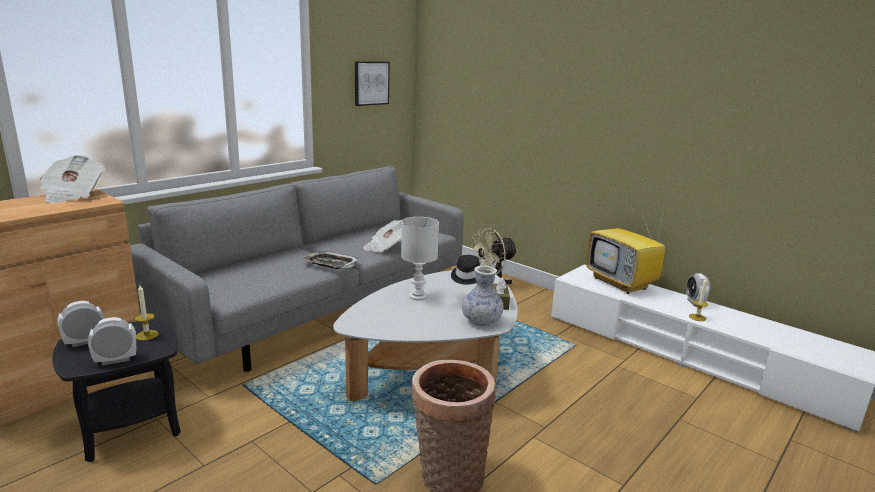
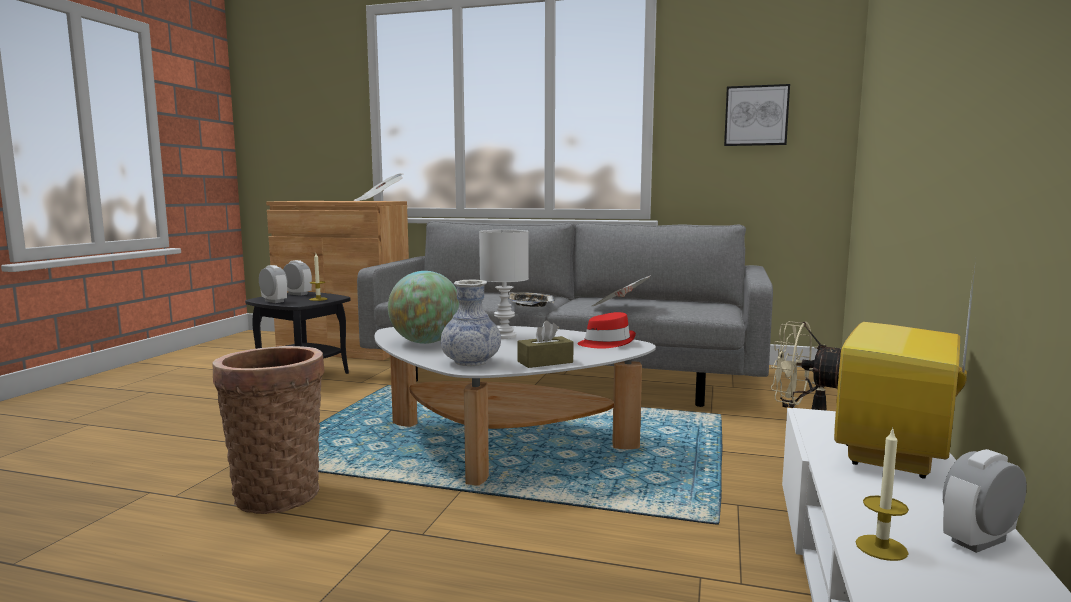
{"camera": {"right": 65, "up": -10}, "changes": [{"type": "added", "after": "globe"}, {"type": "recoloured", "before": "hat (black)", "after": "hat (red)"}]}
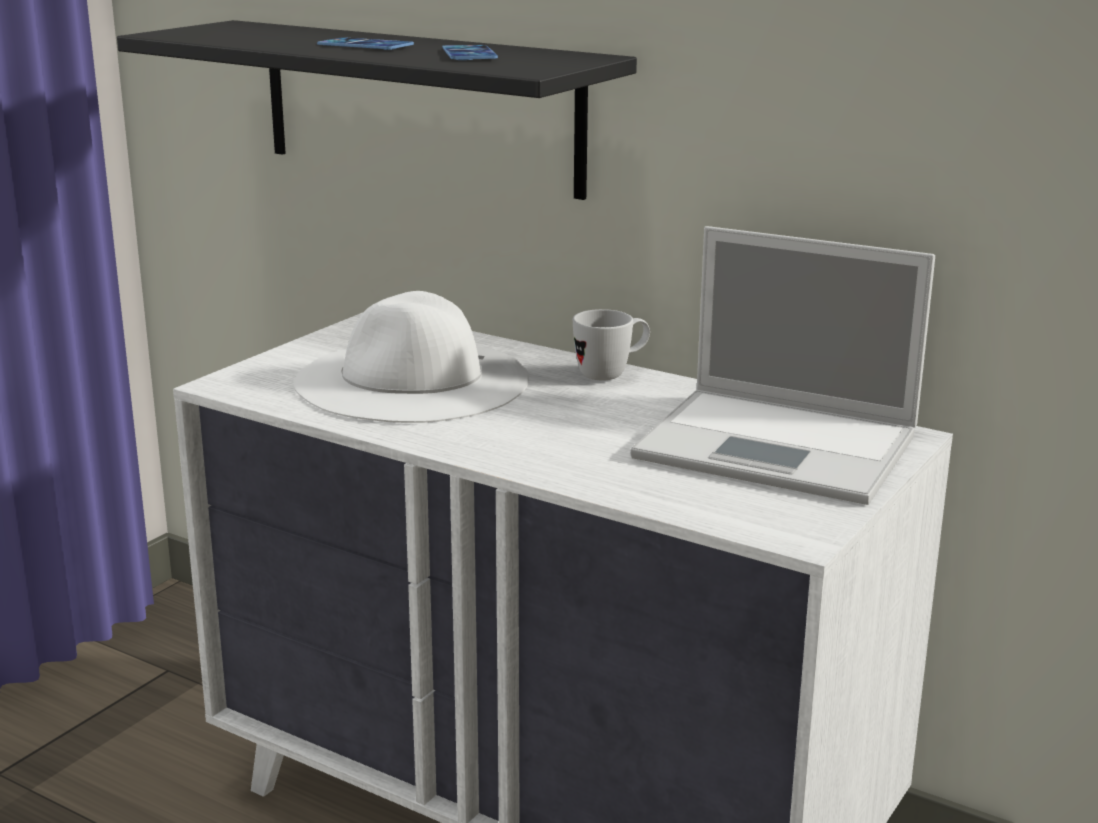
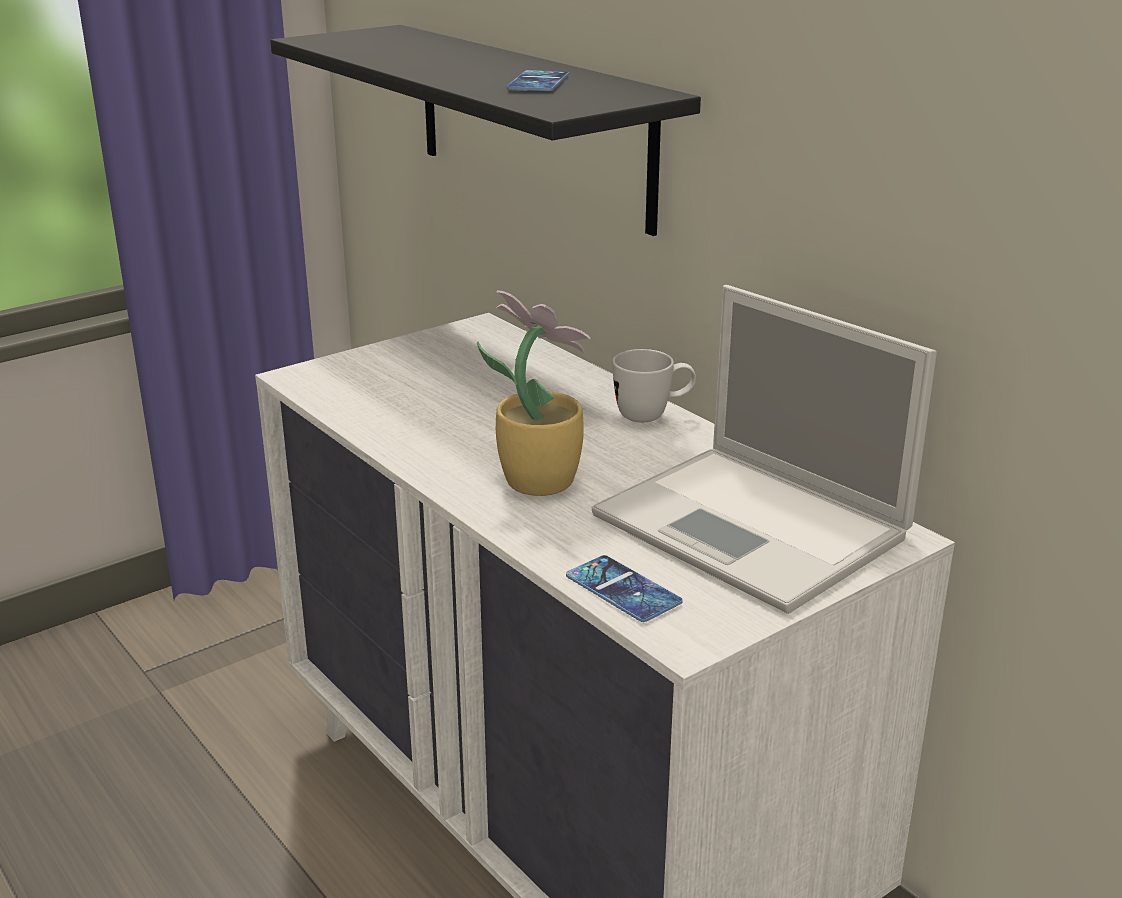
{"camera": {"right": 20, "up": 5}, "changes": [{"type": "removed", "before": "hat (white)"}, {"type": "added", "after": "potted plant"}, {"type": "moved", "before": "phone (1st from left in the first image)", "after": "phone (2nd from left)"}]}
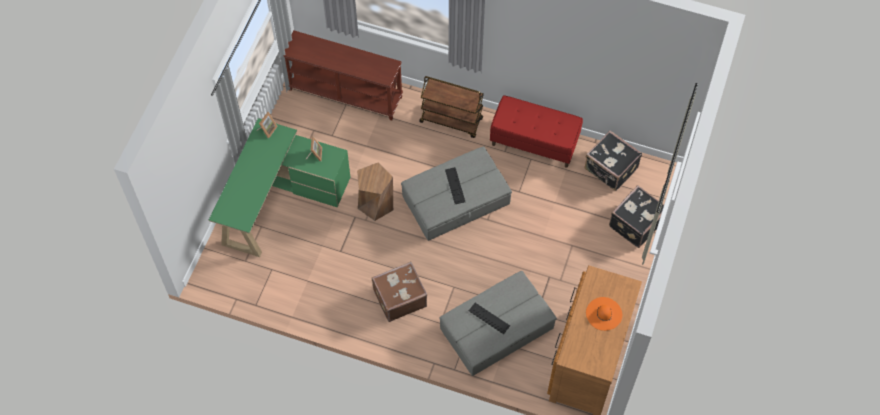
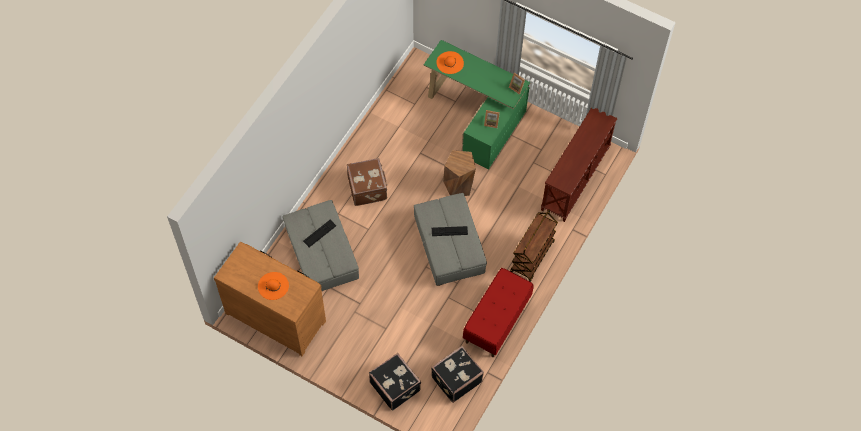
{"camera": {"right": 100, "up": 0}, "changes": [{"type": "added", "after": "hat (orange) (2nd from left)"}]}
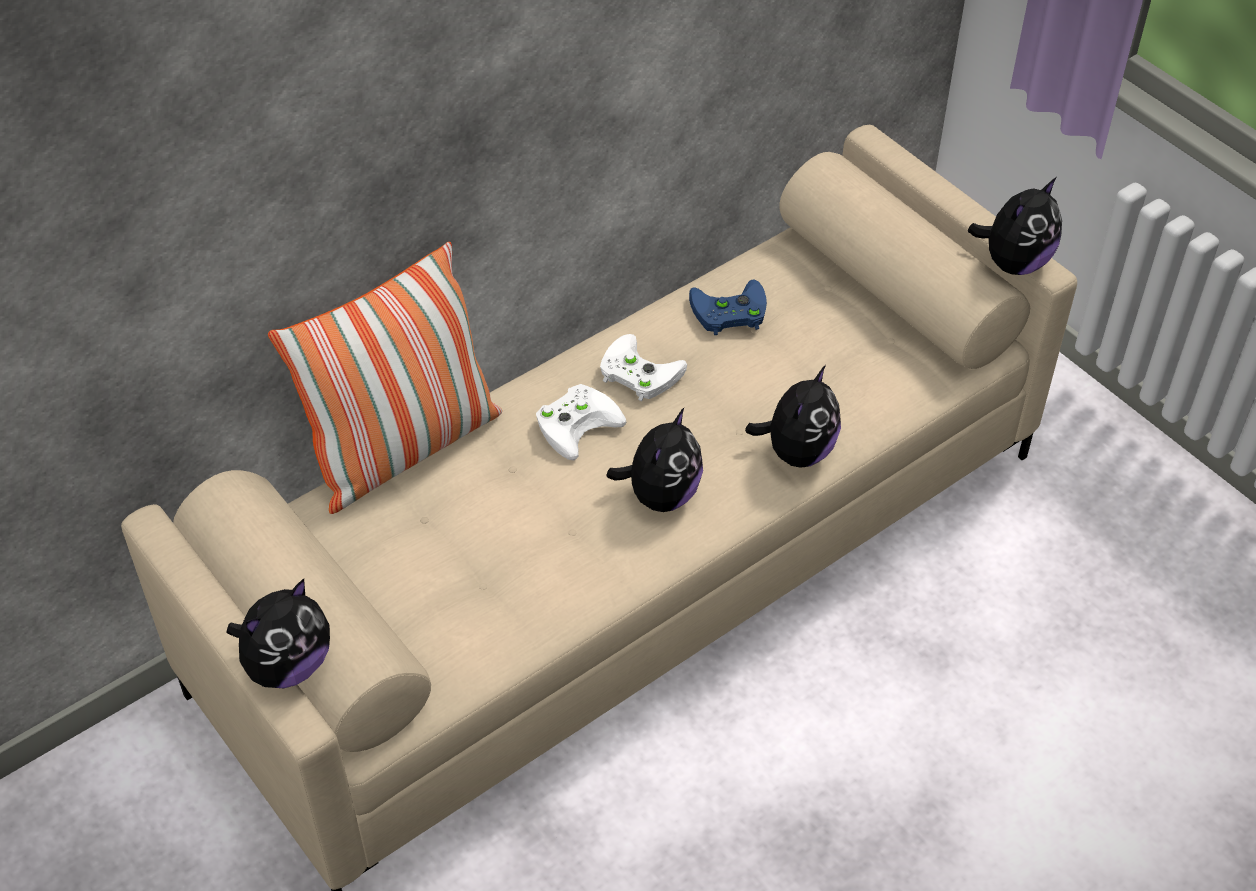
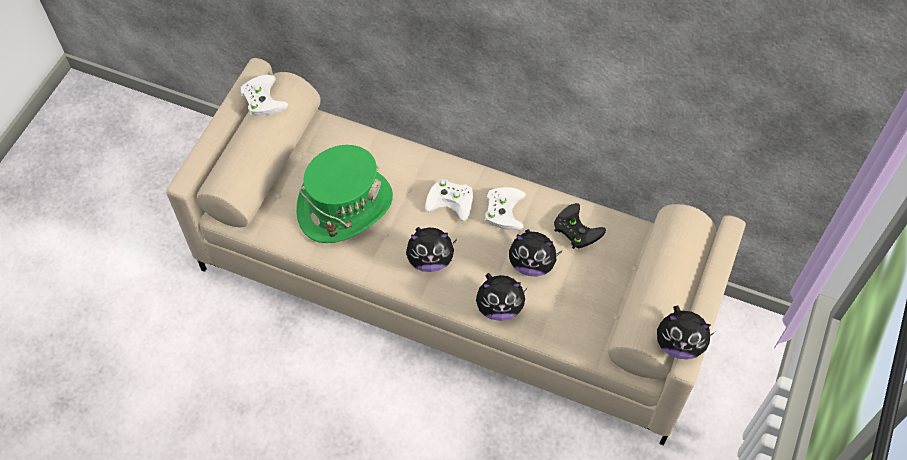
{"camera": {"right": 60, "up": 10}, "changes": [{"type": "removed", "before": "pillow"}, {"type": "added", "after": "game controller (white) (1st from left)"}, {"type": "added", "after": "hat (green)"}, {"type": "moved", "before": "plush toy (1st from left in the first image)", "after": "plush toy (3rd from left)"}, {"type": "recoloured", "before": "game controller (blue)", "after": "game controller (black)"}]}
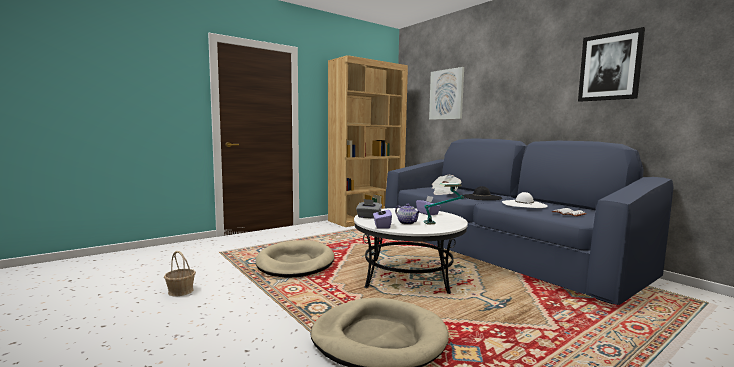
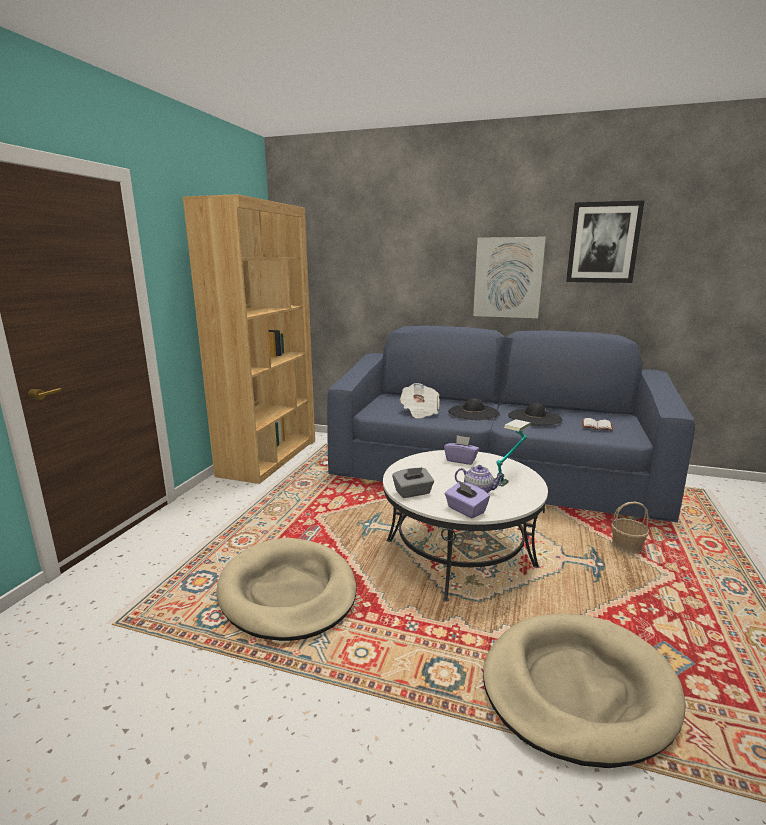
{"camera": {"right": -35, "up": 10}, "changes": [{"type": "moved", "before": "basket"}, {"type": "moved", "before": "picture (1st from left)"}, {"type": "recoloured", "before": "hat (white)", "after": "hat (black) (2nd from left)"}]}
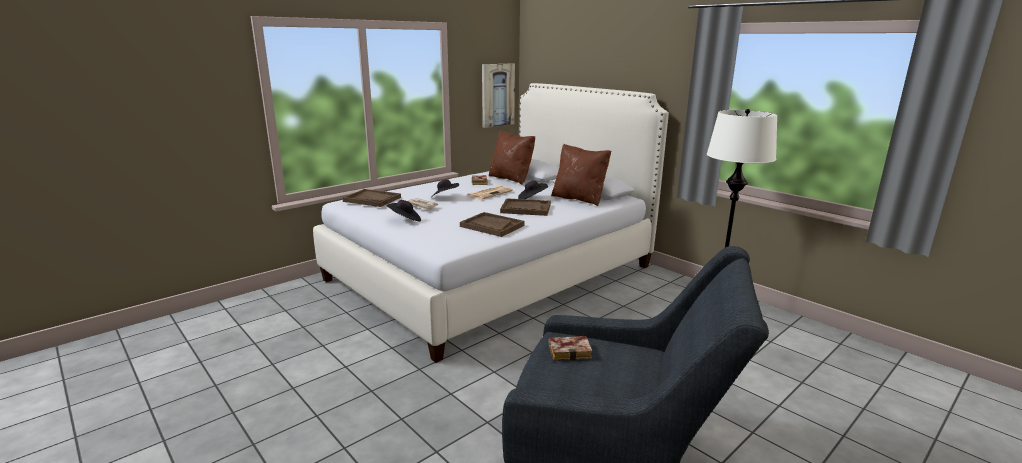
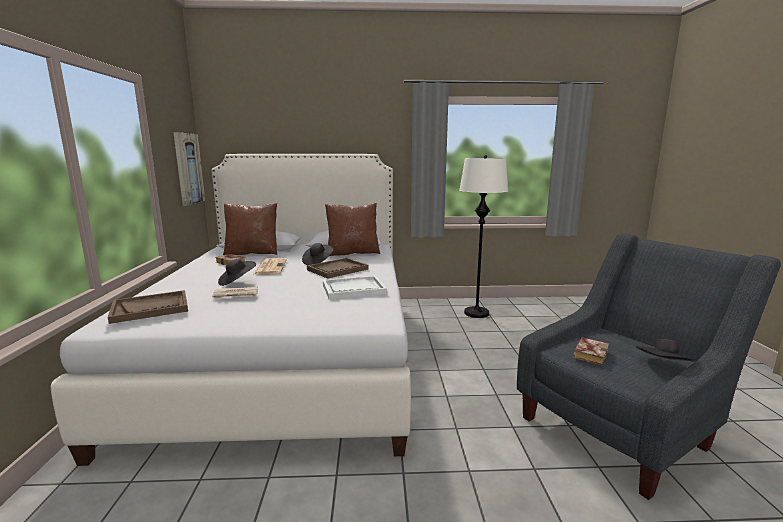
{"camera": {"right": -50, "up": -5}, "changes": [{"type": "moved", "before": "hat (black) (1st from left in the first image)", "after": "hat (black) (3rd from left)"}, {"type": "recoloured", "before": "tray (brown) (2nd from left)", "after": "tray (white)"}]}
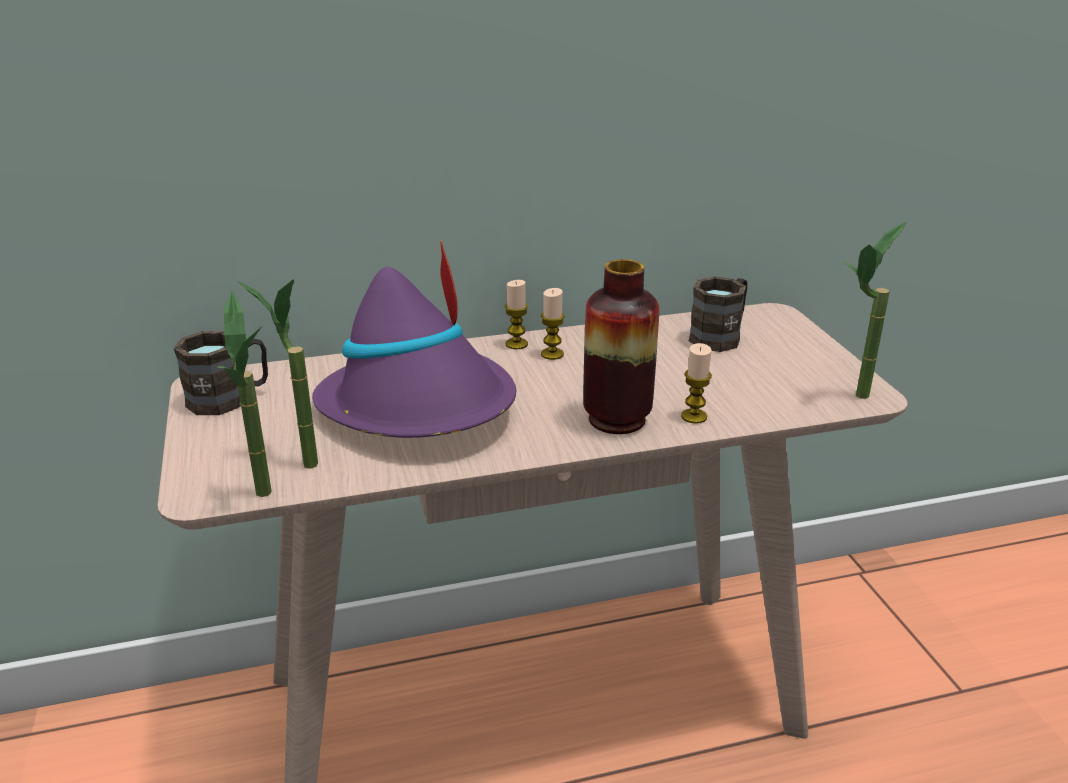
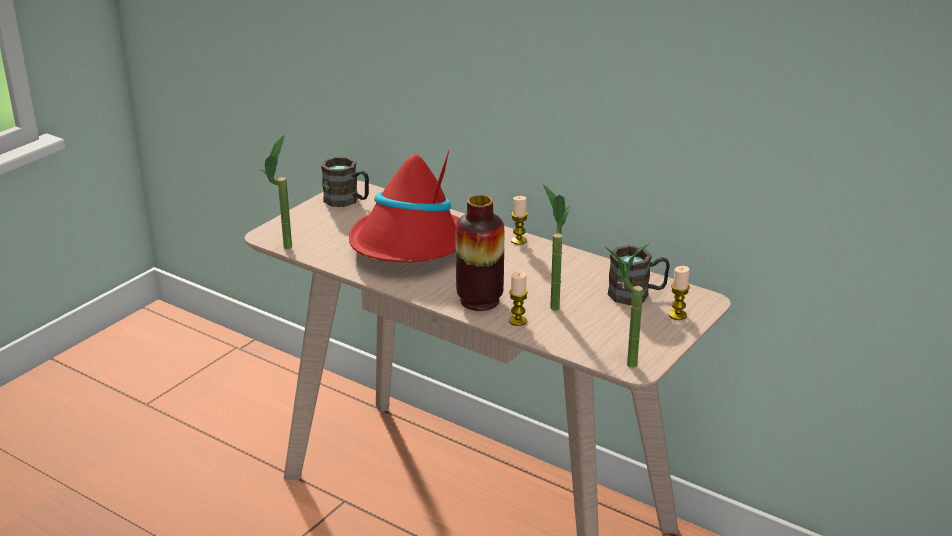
{"camera": {"right": 50, "up": 0}, "changes": [{"type": "moved", "before": "potted plant (2nd from left)"}, {"type": "moved", "before": "candle (2nd from left in the first image)", "after": "candle (3rd from left)"}, {"type": "recoloured", "before": "hat (purple)", "after": "hat (red)"}]}
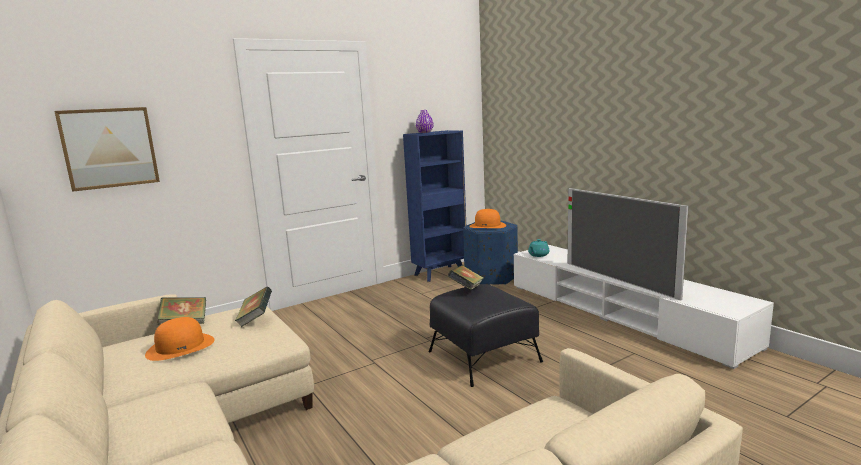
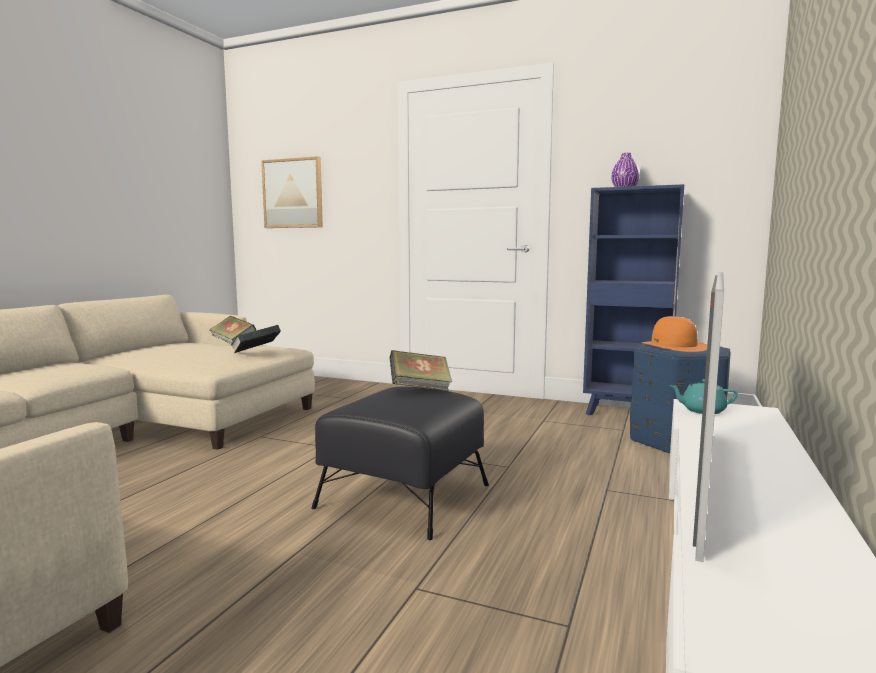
{"camera": {"right": 55, "up": -5}, "changes": [{"type": "removed", "before": "hat (orange) (1st from left)"}]}
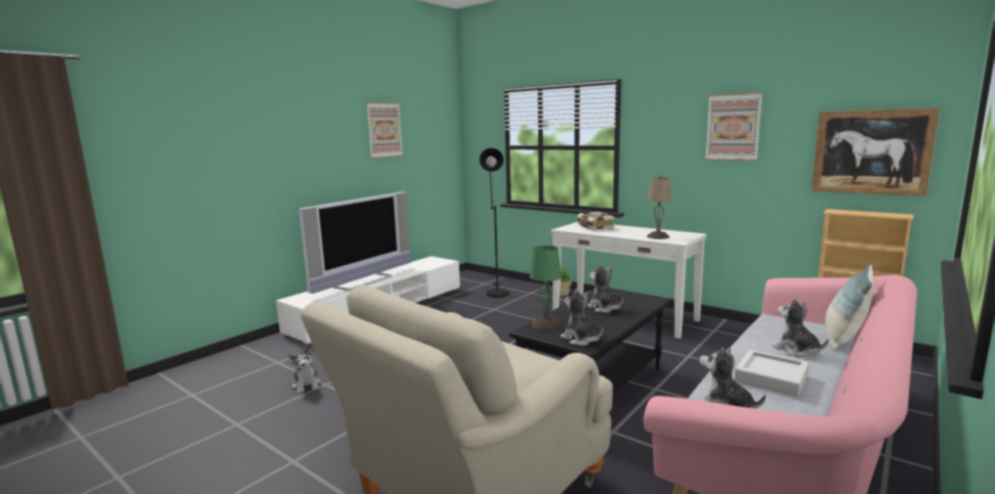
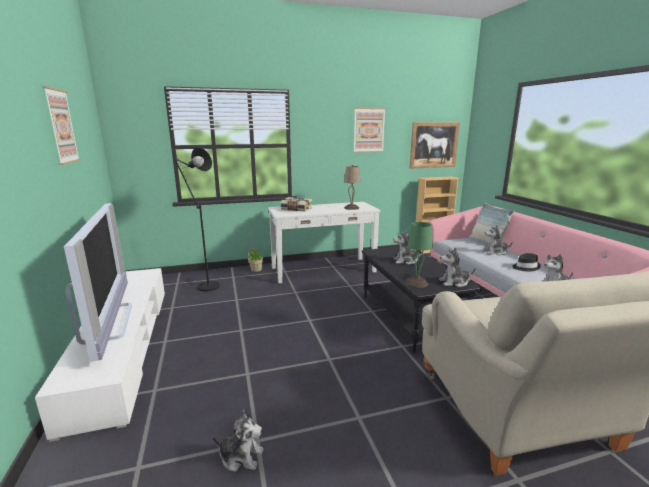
{"camera": {"right": -55, "up": 5}, "changes": [{"type": "replaced", "before": "tray (grey)", "after": "hat (black)"}]}
